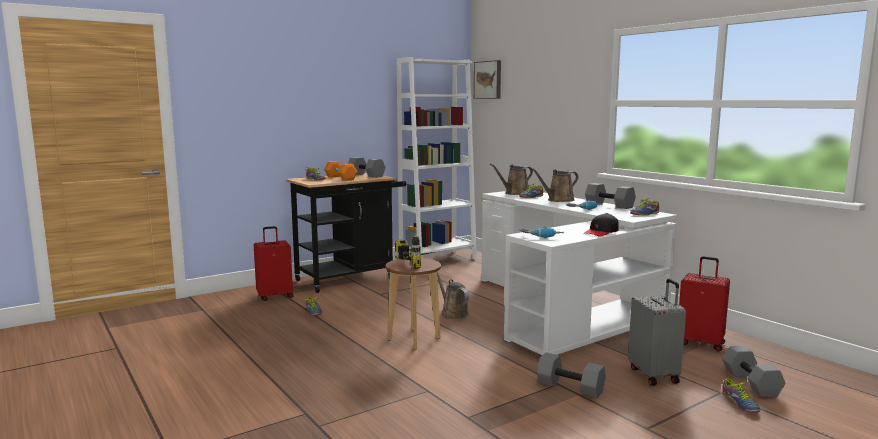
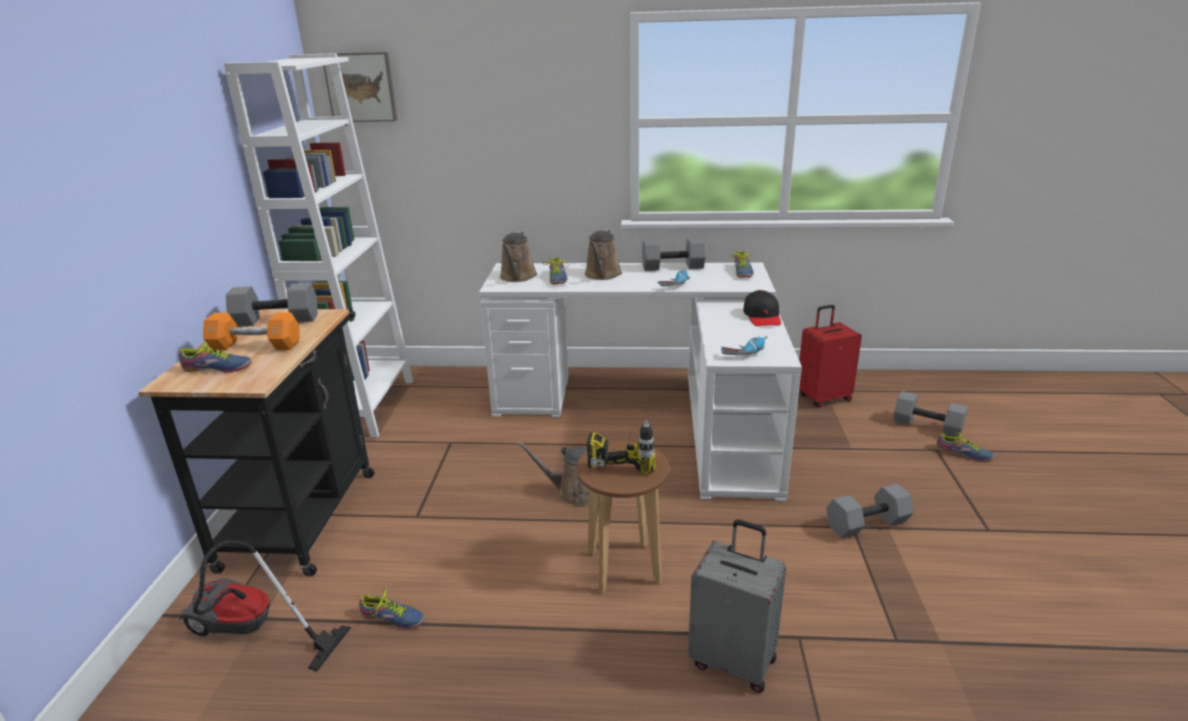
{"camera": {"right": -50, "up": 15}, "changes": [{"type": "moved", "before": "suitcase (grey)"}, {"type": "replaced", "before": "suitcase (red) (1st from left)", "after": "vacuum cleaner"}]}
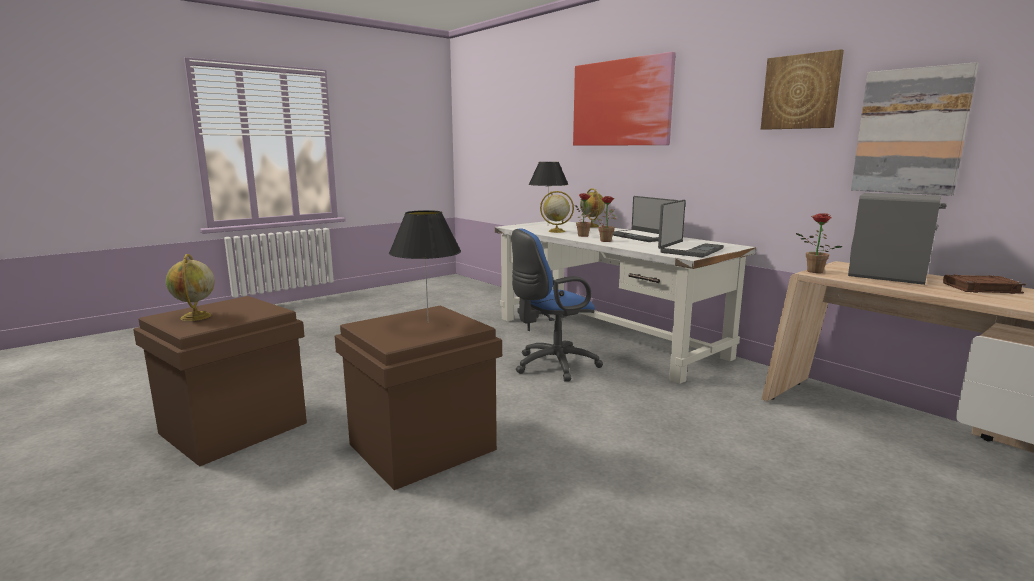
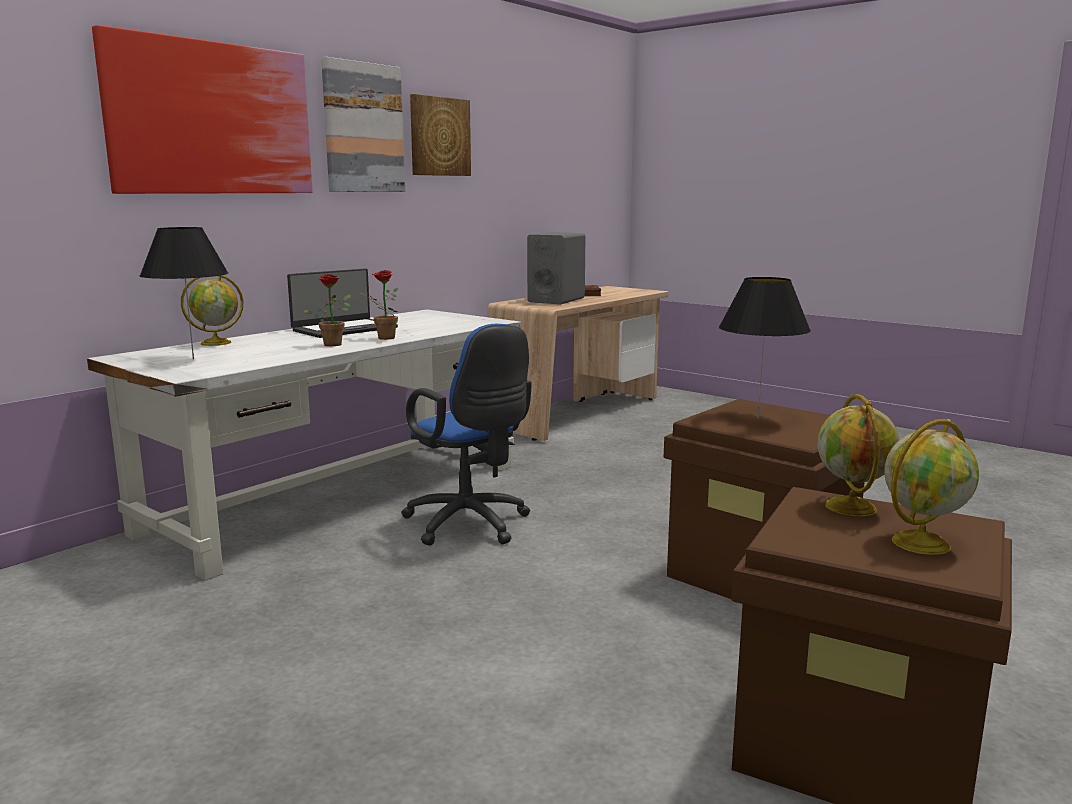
{"camera": {"right": -100, "up": 0}, "changes": [{"type": "removed", "before": "laptop (2nd from left)"}, {"type": "removed", "before": "potted plant (3rd from left)"}, {"type": "moved", "before": "globe (2nd from left)"}, {"type": "moved", "before": "picture (3rd from left in the first image)", "after": "picture (2nd from left)"}]}
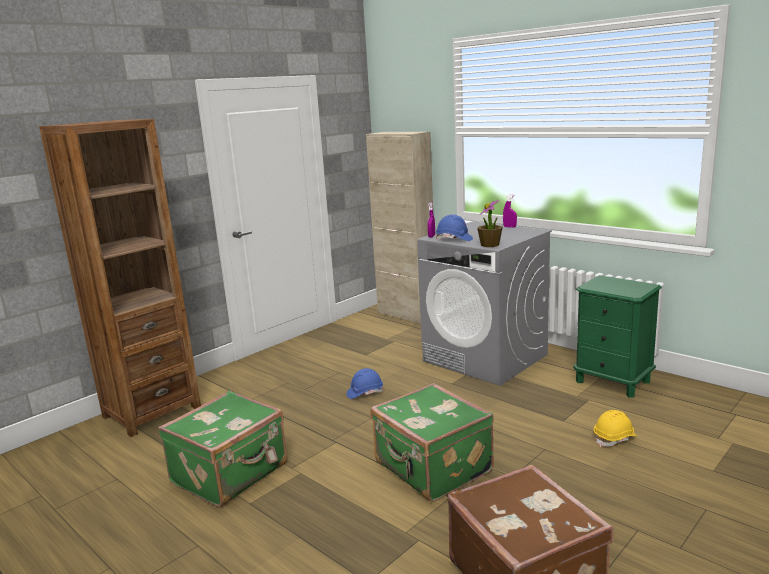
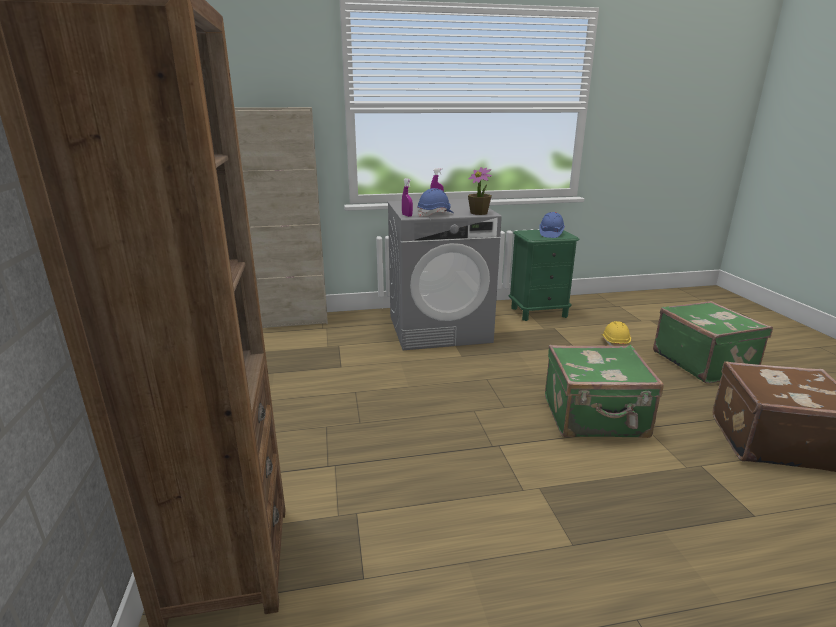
{"camera": {"right": -55, "up": 5}, "changes": [{"type": "moved", "before": "suitcase (green) (1st from left in the first image)", "after": "suitcase (green) (2nd from left)"}, {"type": "moved", "before": "hard hat (blue) (1st from left in the first image)", "after": "hard hat (blue) (2nd from left)"}]}
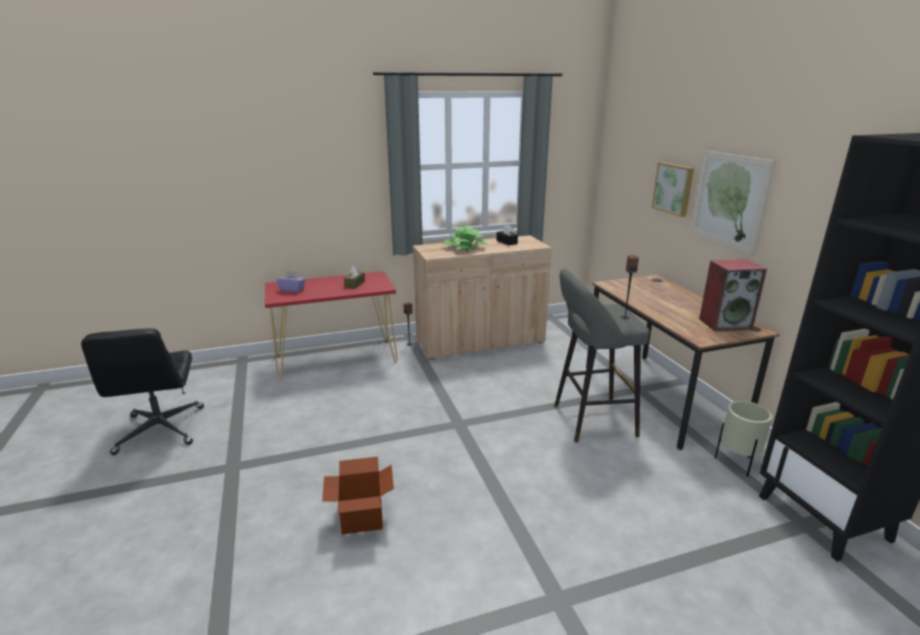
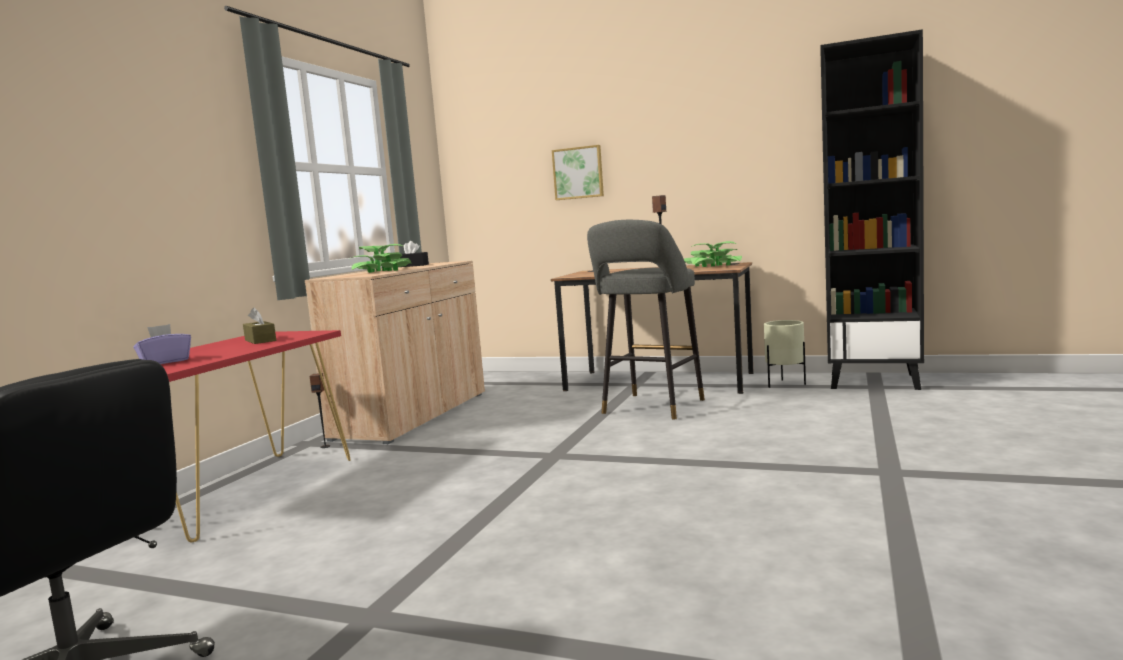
{"camera": {"right": -50, "up": -15}, "changes": [{"type": "removed", "before": "cardboard box"}, {"type": "removed", "before": "picture (2nd from left)"}, {"type": "replaced", "before": "speaker (3rd from left)", "after": "potted plant (2nd from left)"}]}
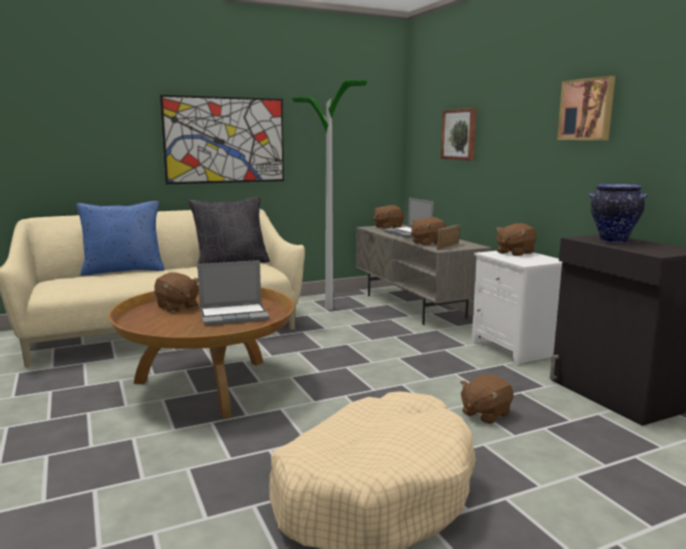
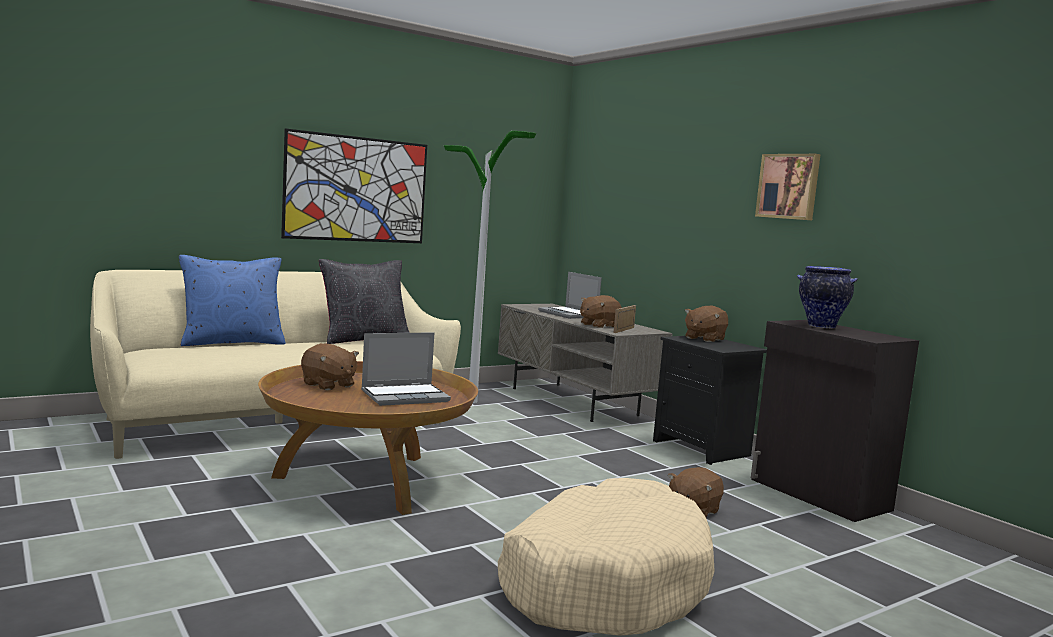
{"camera": {"right": -10, "up": -5}, "changes": [{"type": "removed", "before": "plush toy (brown) (2nd from left)"}, {"type": "removed", "before": "picture (2nd from left)"}, {"type": "recoloured", "before": "nightstand (white)", "after": "nightstand (black)"}]}
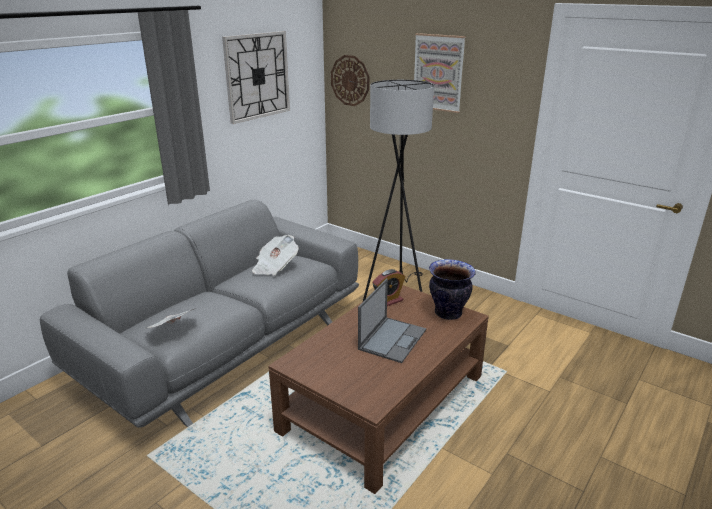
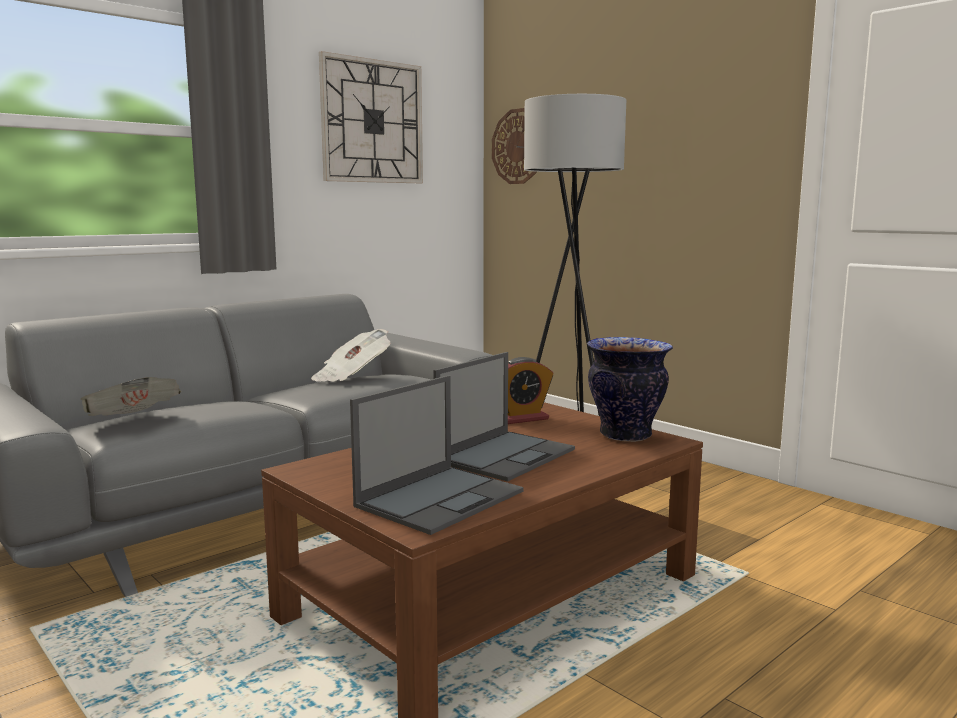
{"camera": {"right": 10, "up": -15}, "changes": [{"type": "removed", "before": "picture"}, {"type": "added", "after": "laptop (1st from left)"}]}
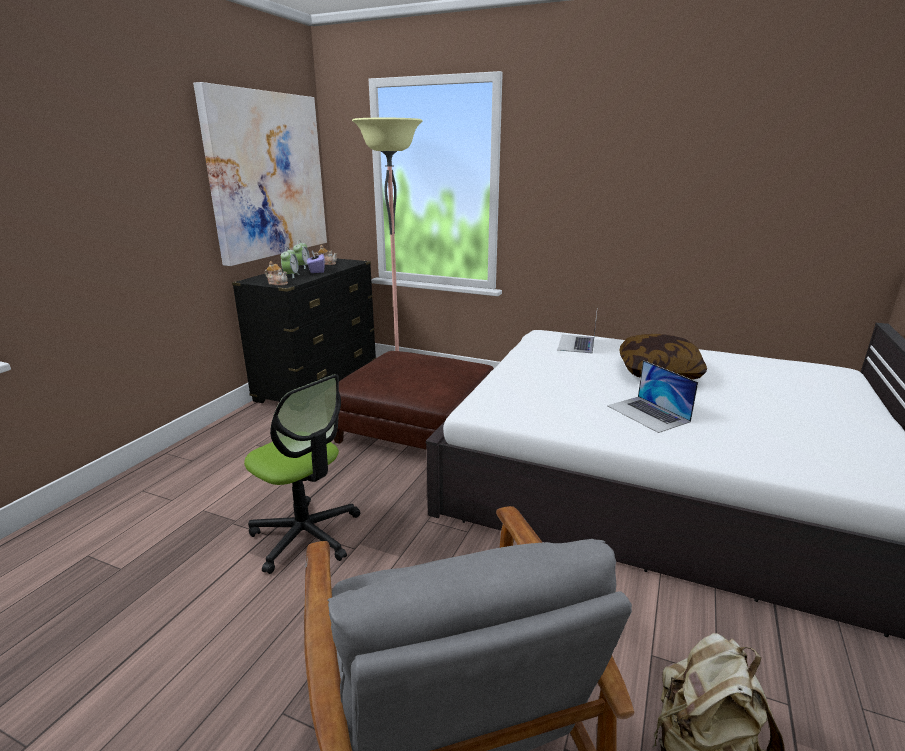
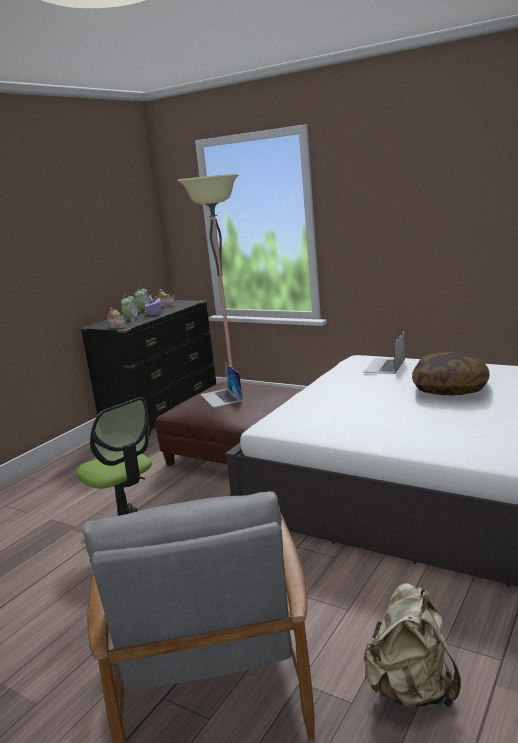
{"camera": {"right": 10, "up": -5}, "changes": [{"type": "removed", "before": "picture"}, {"type": "moved", "before": "laptop (2nd from left in the first image)", "after": "laptop (1st from left)"}]}
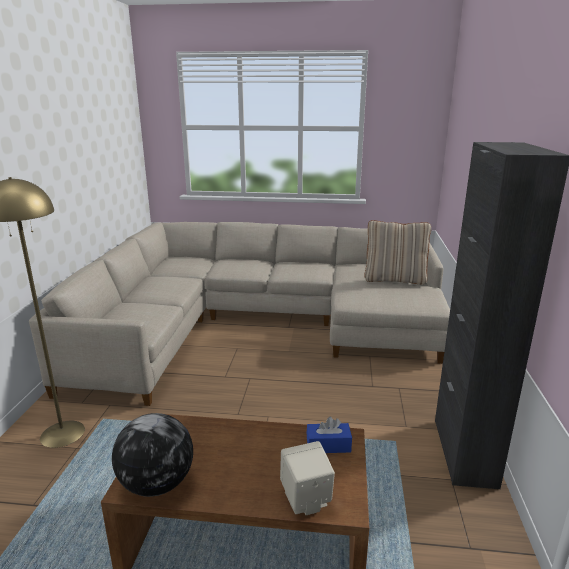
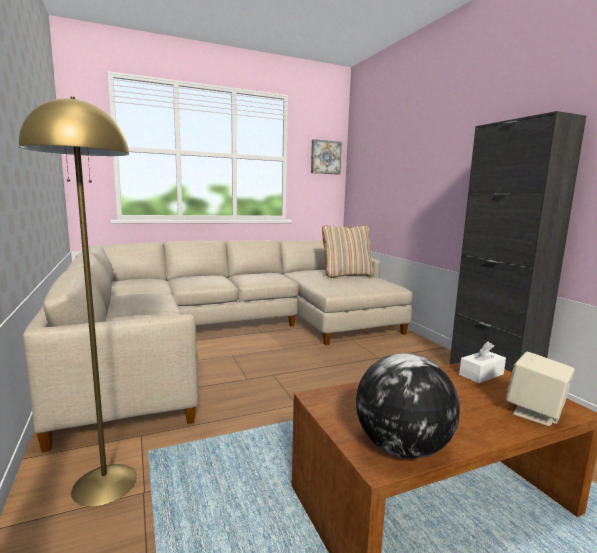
{"camera": {"right": -30, "up": -10}, "changes": [{"type": "added", "after": "picture"}, {"type": "recoloured", "before": "tissue box (blue)", "after": "tissue box (white)"}]}
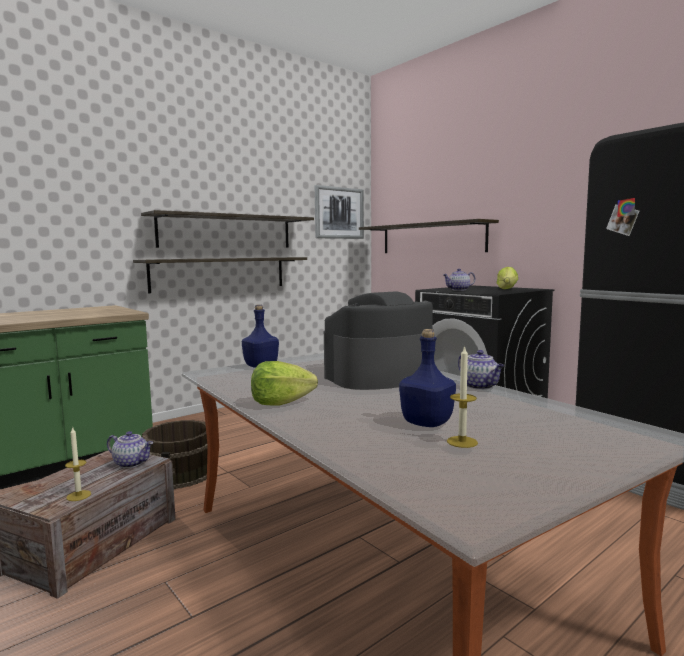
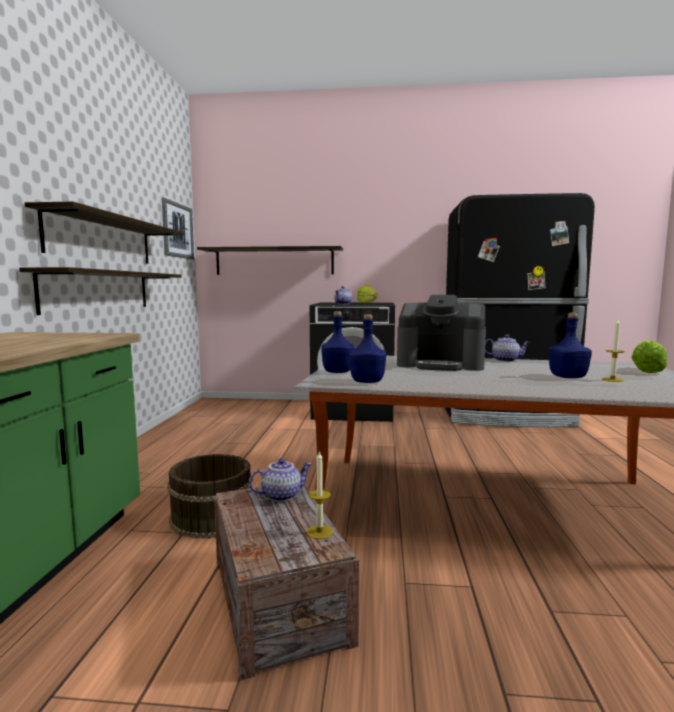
{"camera": {"right": -45, "up": 0}, "changes": [{"type": "added", "after": "bottle (blue) (2nd from left)"}, {"type": "moved", "before": "lettuce (1st from left in the first image)", "after": "lettuce (2nd from left)"}, {"type": "turned", "before": "coffee machine", "turn": -90}]}
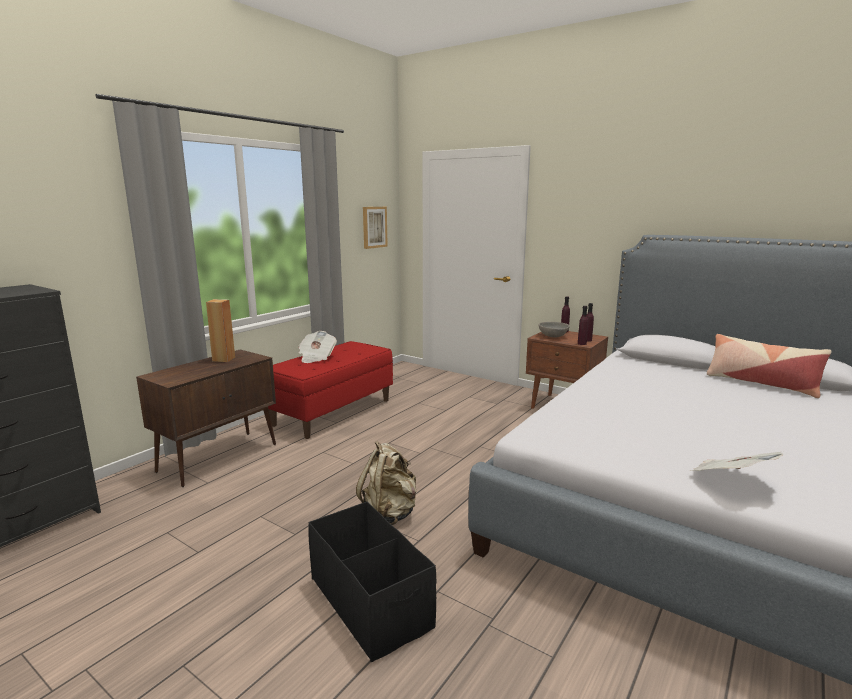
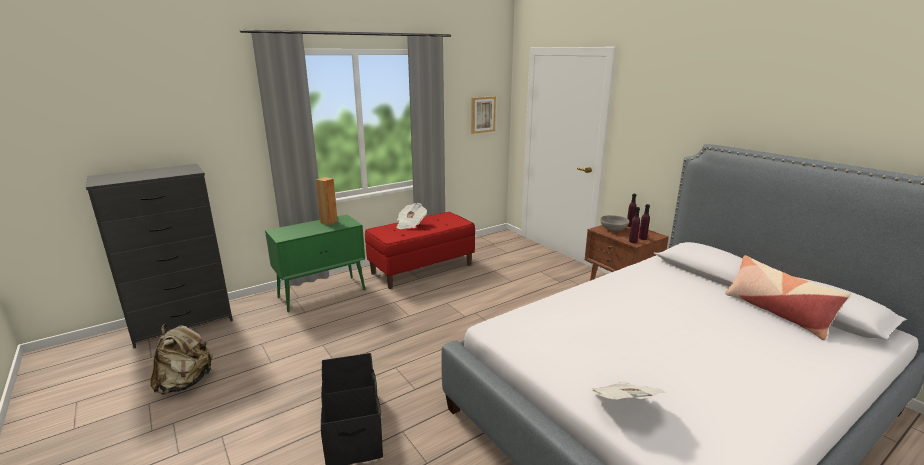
{"camera": {"right": 20, "up": 5}, "changes": [{"type": "moved", "before": "backpack (beige)"}, {"type": "recoloured", "before": "cabinet (brown)", "after": "cabinet (green)"}]}
